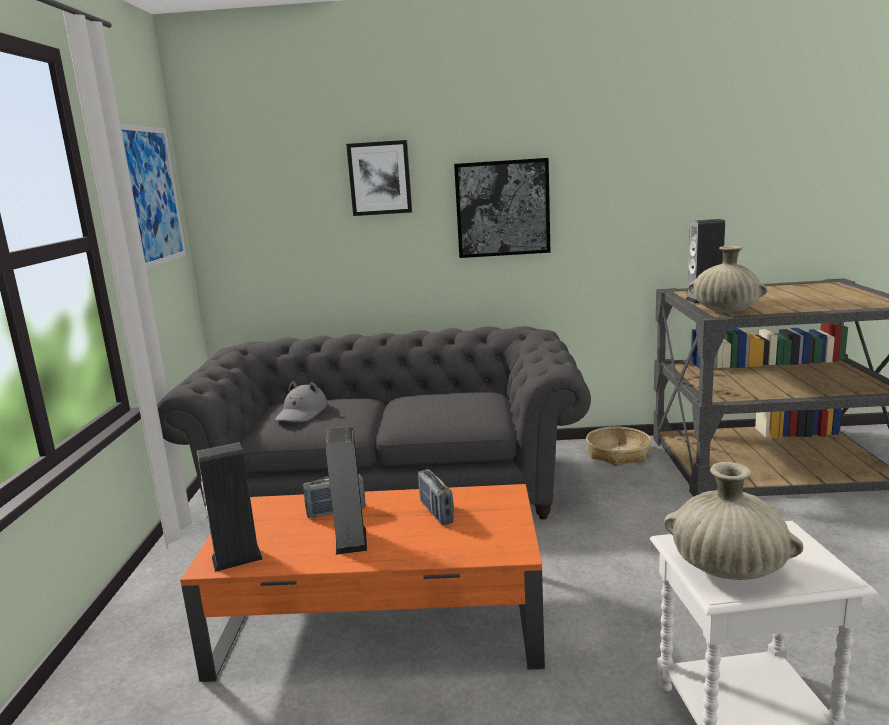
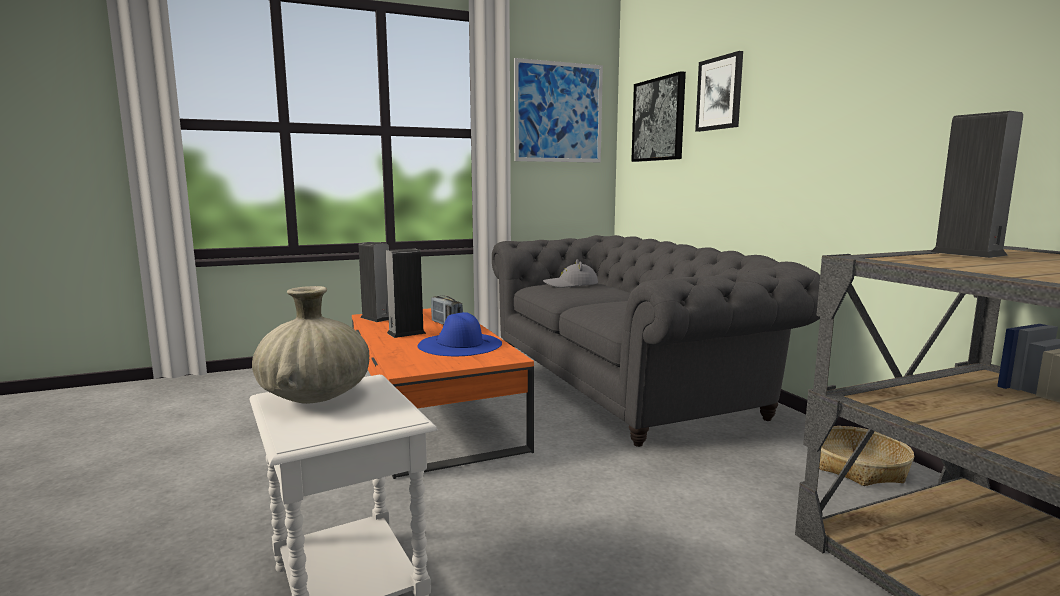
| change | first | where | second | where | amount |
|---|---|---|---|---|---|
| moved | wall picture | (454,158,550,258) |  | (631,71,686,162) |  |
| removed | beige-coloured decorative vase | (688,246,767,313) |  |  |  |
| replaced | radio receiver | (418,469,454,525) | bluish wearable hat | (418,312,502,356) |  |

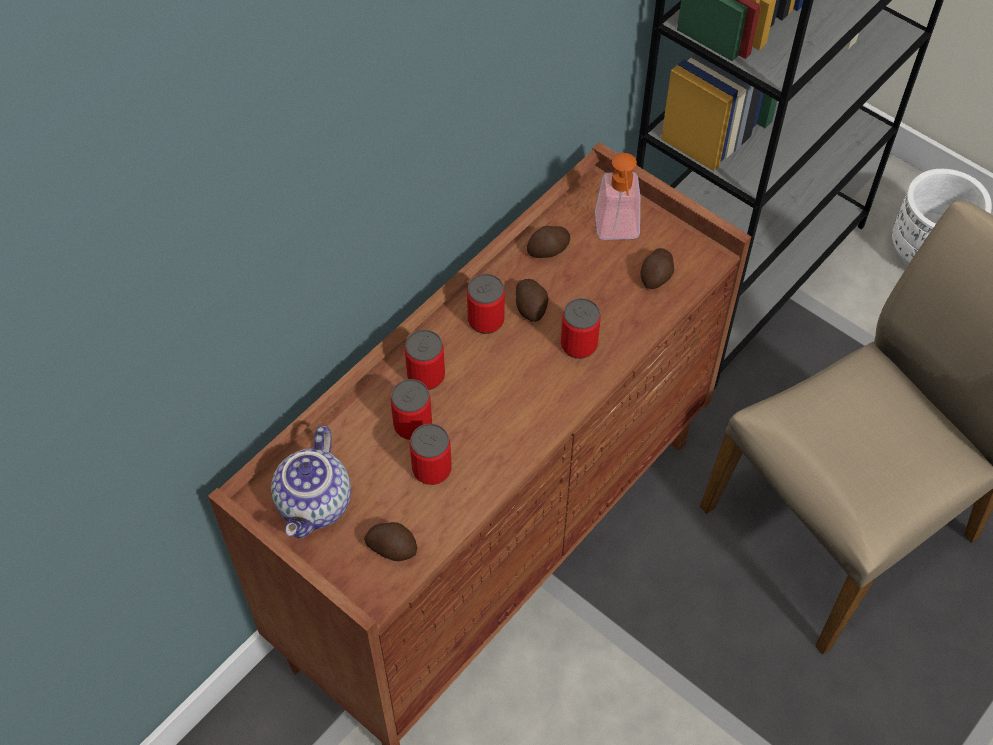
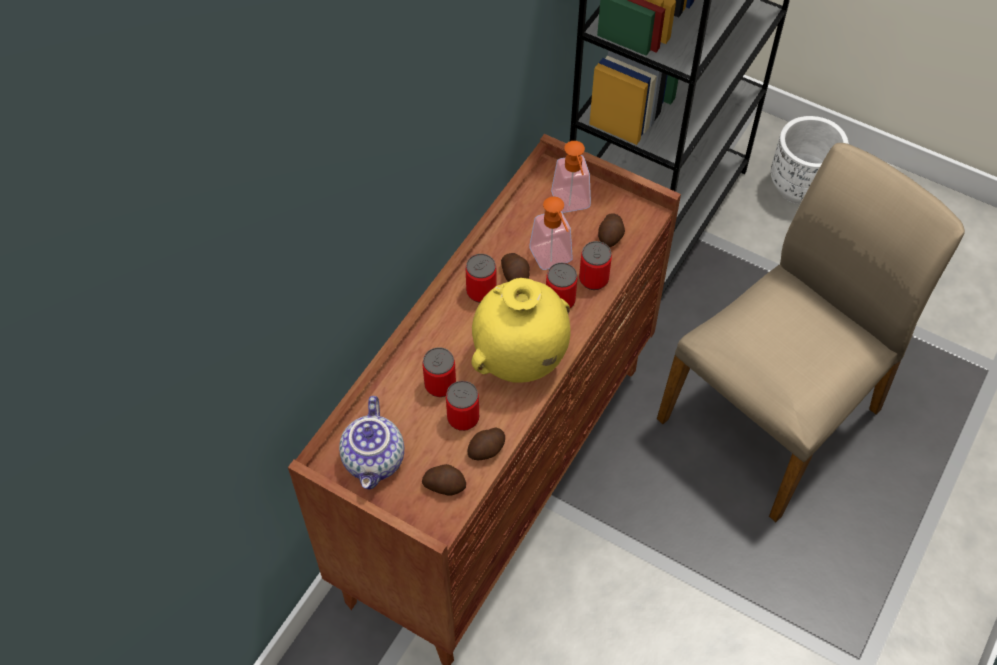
| change | first | where | second | where | amount |
|---|---|---|---|---|---|
| moved | whole potato | (527,226,570,258) |  | (467,427,505,461) |  |
| moved | sealed can | (405,330,445,390) |  | (579,241,612,290) |  |
| added |  |  | soap bottle | (529,196,573,270) |  |
| added |  |  | yellowish decorative vase | (471,278,570,383) |  |

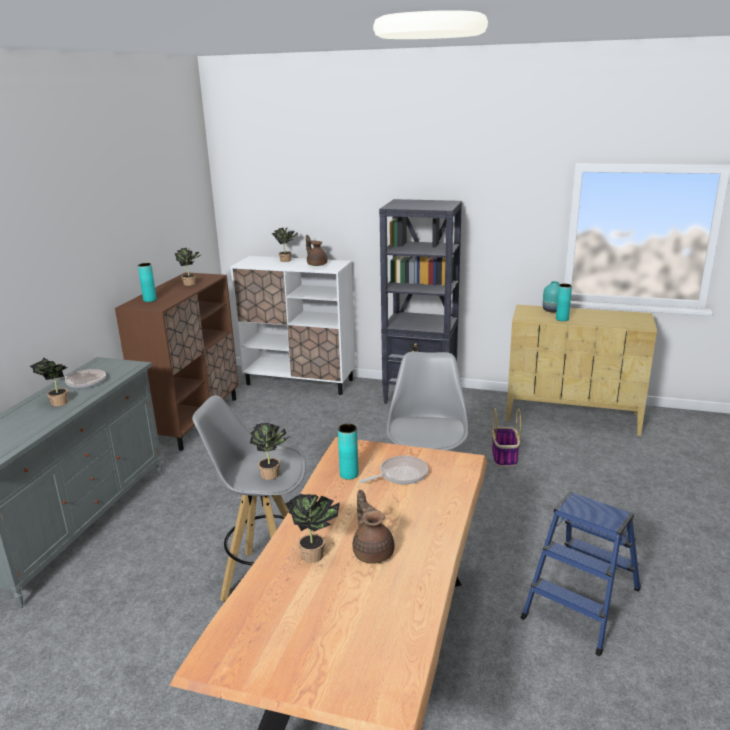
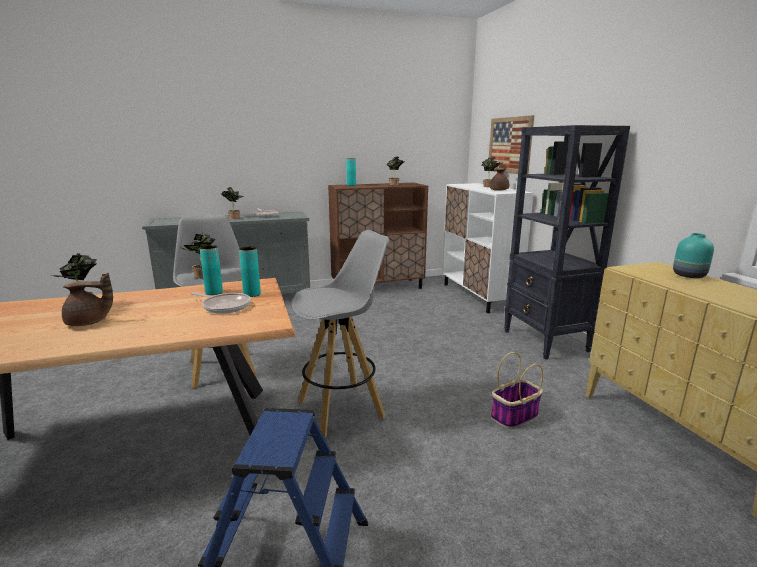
| change | first | where | second | where | amount |
|---|---|---|---|---|---|
| moved | turquoise-coloured decorative vase | (556,284,572,321) |  | (239,246,261,297) |  |
| turned | brown-coloured tea pot | (352,490,395,564) |  | (62,273,113,326) | 45 degrees clockwise |
| added |  |  | wall picture | (489,115,534,174) |  |

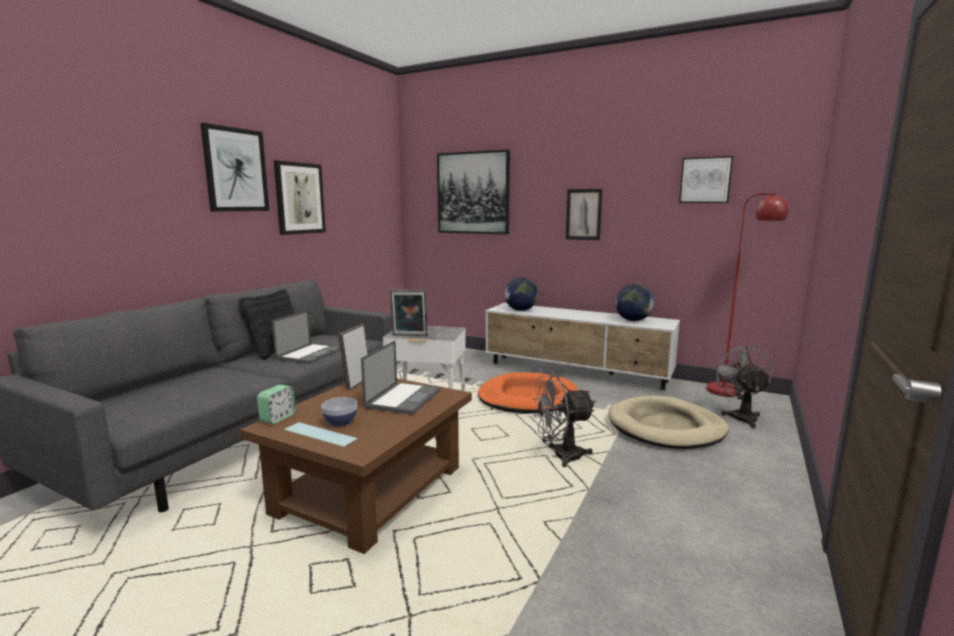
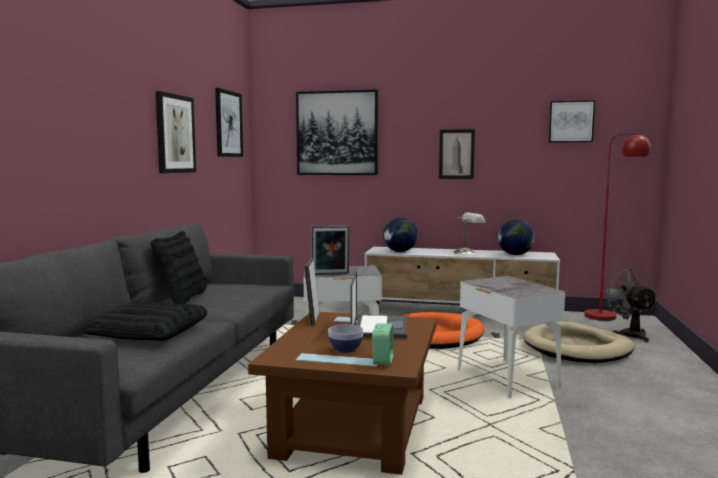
| change | first | where | second | where | amount |
|---|---|---|---|---|---|
| moved | wall picture | (200,123,269,212) |  | (215,88,243,157) |  |
| removed | notebook computer | (272,310,341,364) |  |  |  |
| replaced | greyish fan | (533,375,595,467) | accent table | (458,276,565,398) |  |
| moved | bedside clock | (257,385,296,424) |  | (372,323,394,365) |  |
| added |  |  | white-coloured lamp for a table | (453,213,486,254) |  |
| added |  |  | black-coloured pillow | (81,301,207,341) |  |

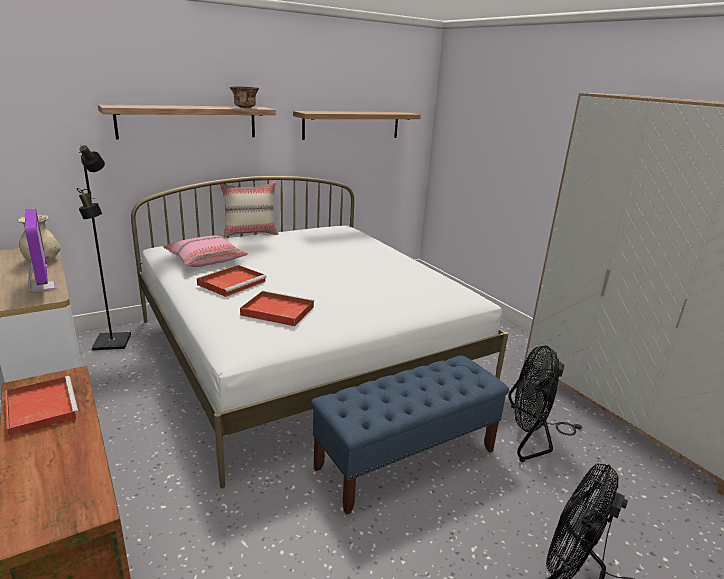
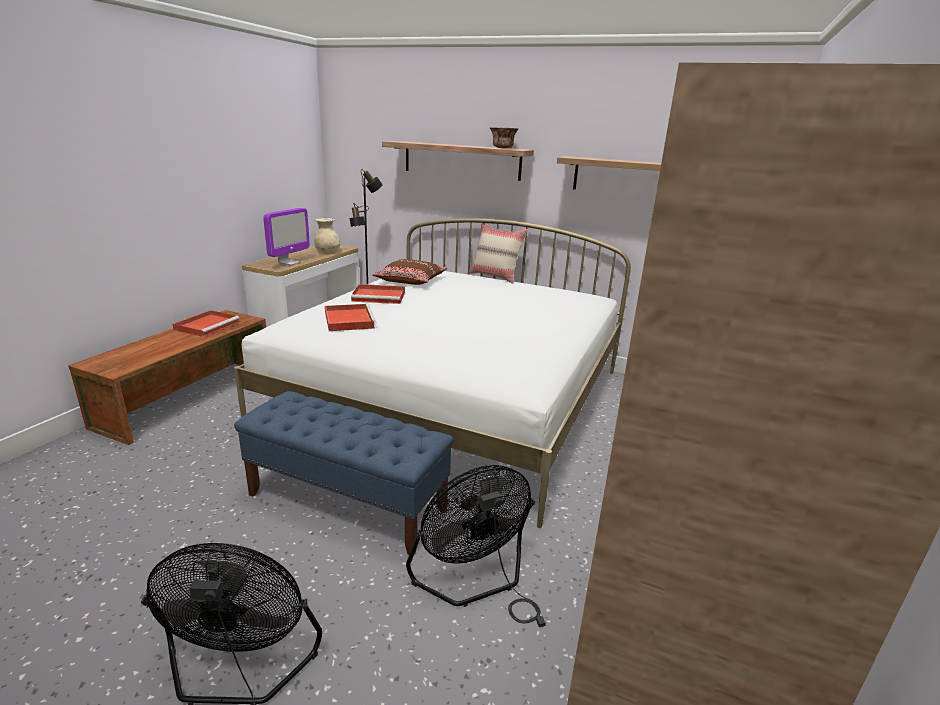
| change | first | where | second | where | amount |
|---|---|---|---|---|---|
| recoloured | pinkish pillow | (163,235,248,267) | brown-coloured pillow | (372,259,447,285) |  |

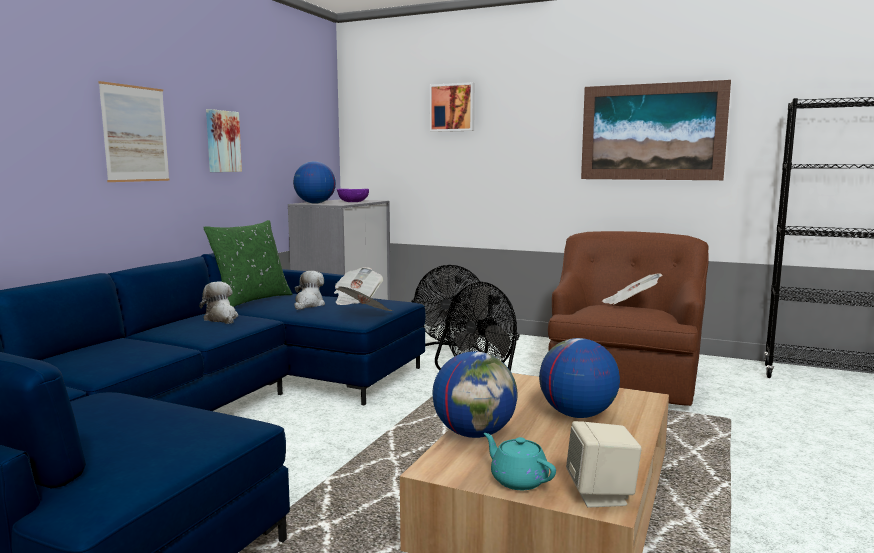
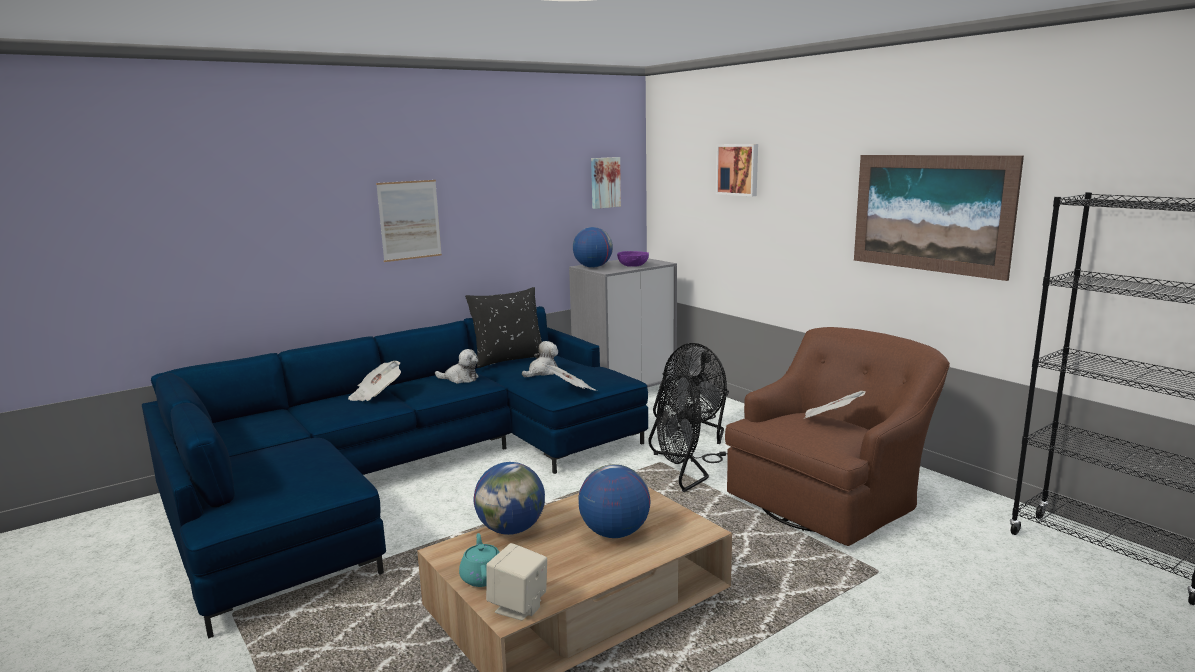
| change | first | where | second | where | amount |
|---|---|---|---|---|---|
| moved | wall picture | (206,109,242,172) |  | (591,157,621,209) |  |
| recoloured | green-coloured pillow | (203,220,292,307) | black-coloured pillow | (465,287,542,368) |  |
| moved | newspaper | (334,267,383,305) |  | (348,361,401,401) |  |
| turned | cuddly toy | (199,281,238,324) |  | (435,349,479,384) | 105 degrees clockwise |

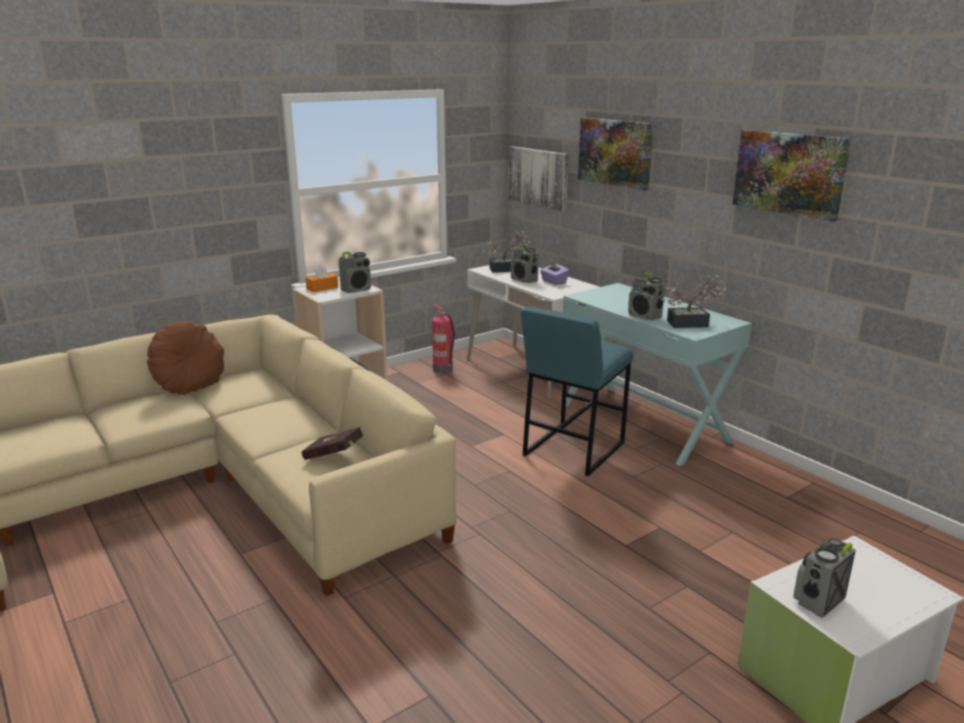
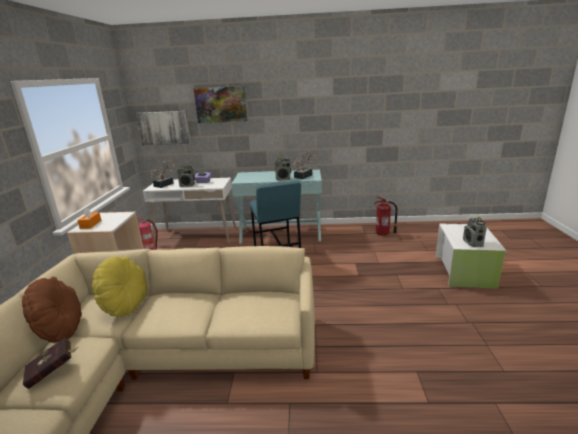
| change | first | where | second | where | amount |
|---|---|---|---|---|---|
| removed | wall picture | (733,130,851,222) |  |  |  |
| removed | radio receiver | (339,252,371,293) |  |  |  |
| moved | red-coloured volume | (302,427,363,460) |  | (23,337,77,389) |  |
| added |  |  | extinguisher | (374,196,397,235) |  |
| added |  |  | yellowish pillow | (92,256,147,317) |  |

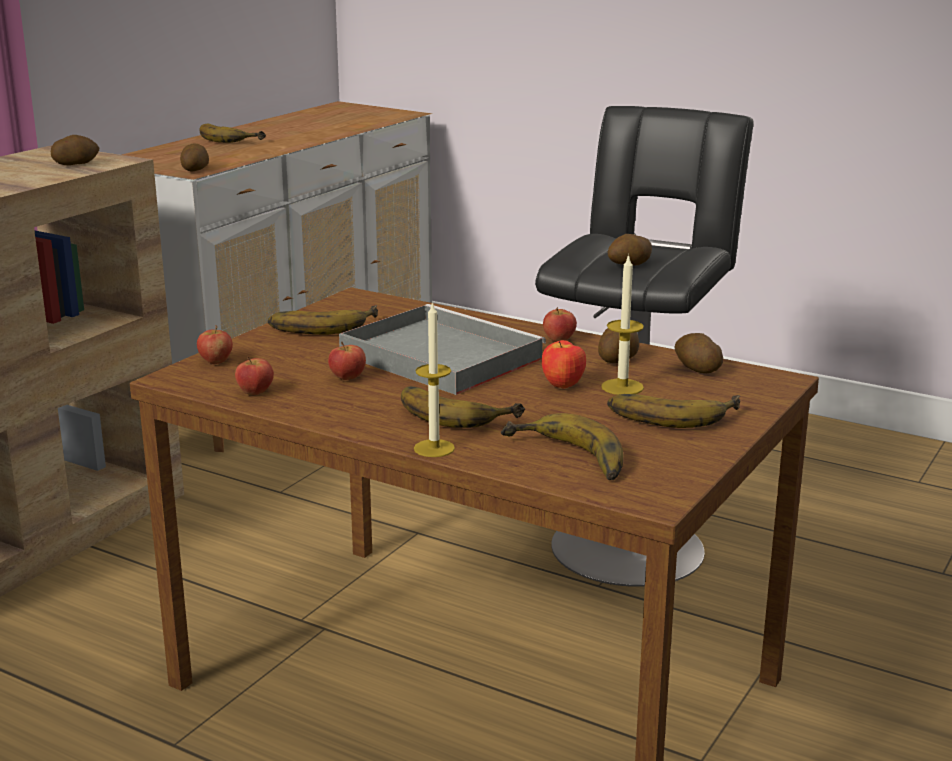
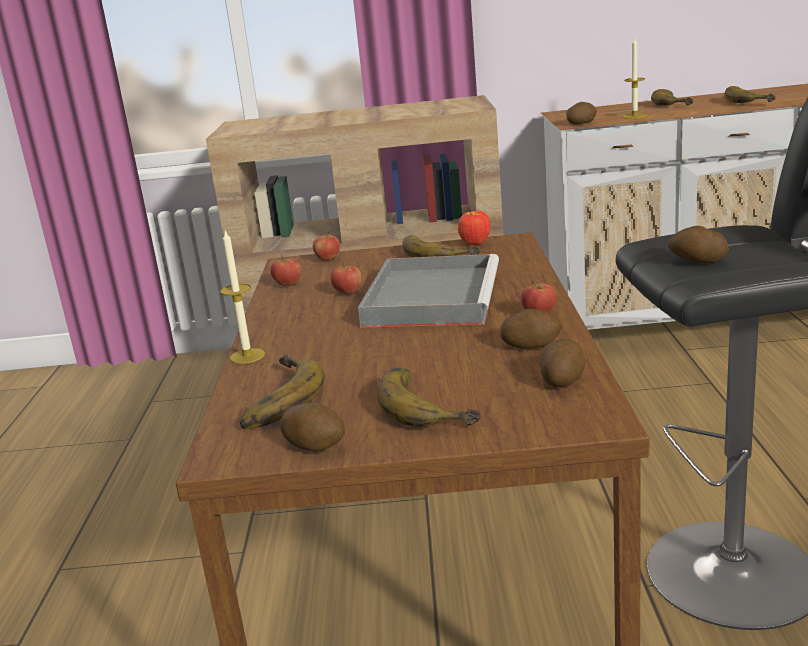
| change | first | where | second | where | amount |
|---|---|---|---|---|---|
| moved | whole potato | (51,135,99,165) |  | (280,402,345,452) |  |
| moved | wax candle | (601,254,644,395) |  | (623,37,647,119) |  |
| moved | apple | (542,340,586,389) |  | (458,209,491,245) |  |
| moved | banana | (401,386,525,428) |  | (724,86,776,103) |  |

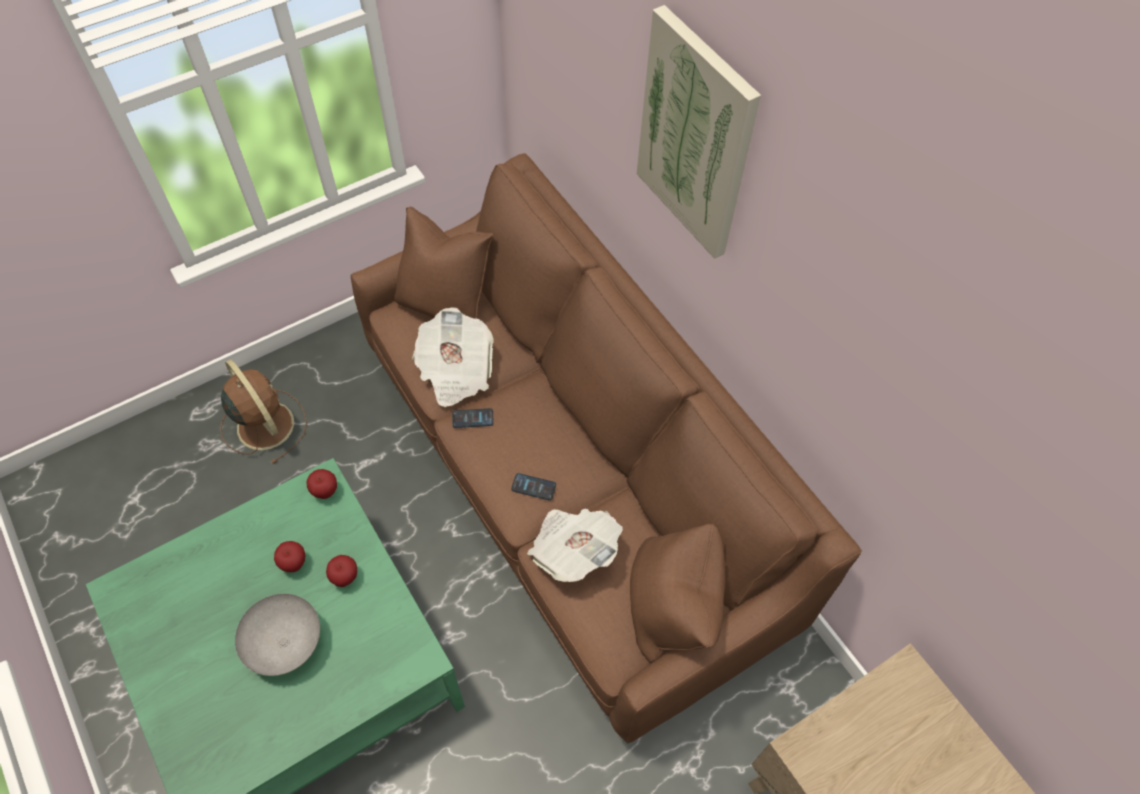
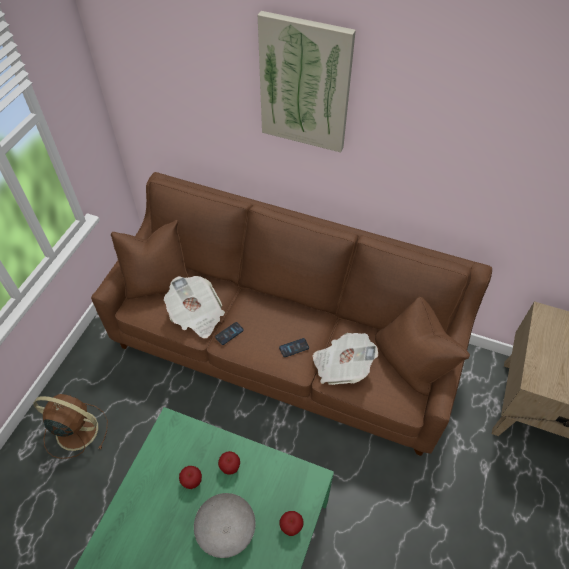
| change | first | where | second | where | amount |
|---|---|---|---|---|---|
| moved | apple | (307,469,337,499) |  | (280,511,304,536) |  |

